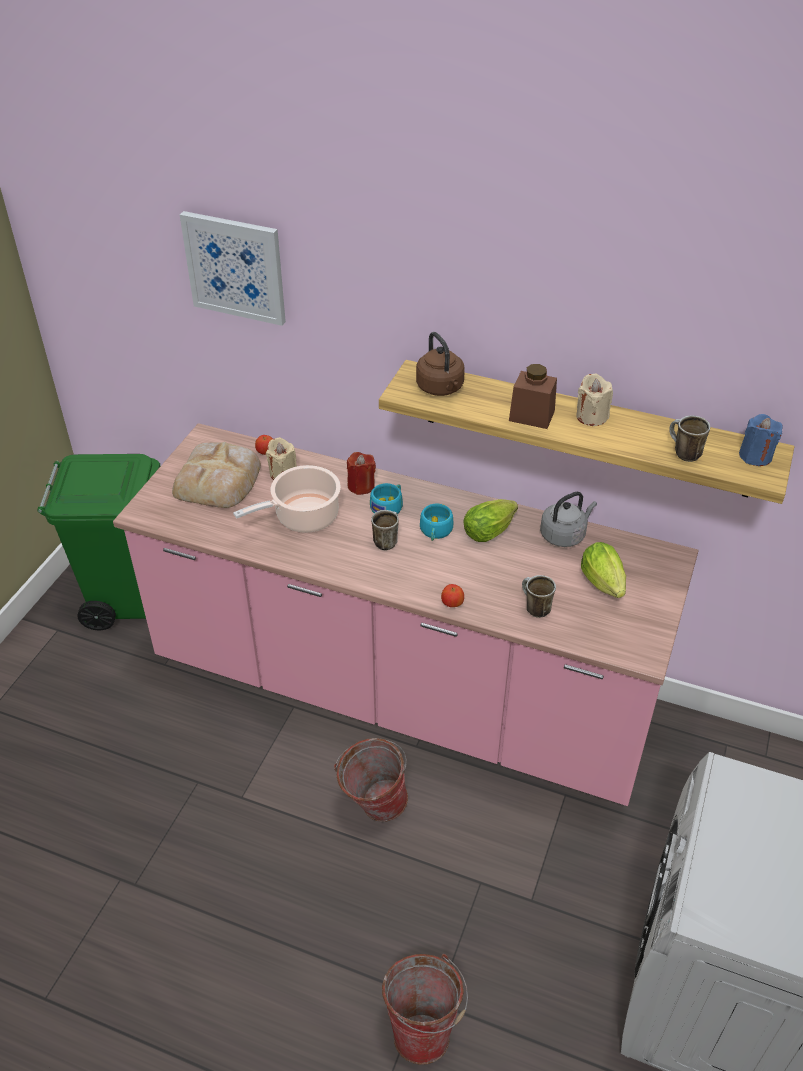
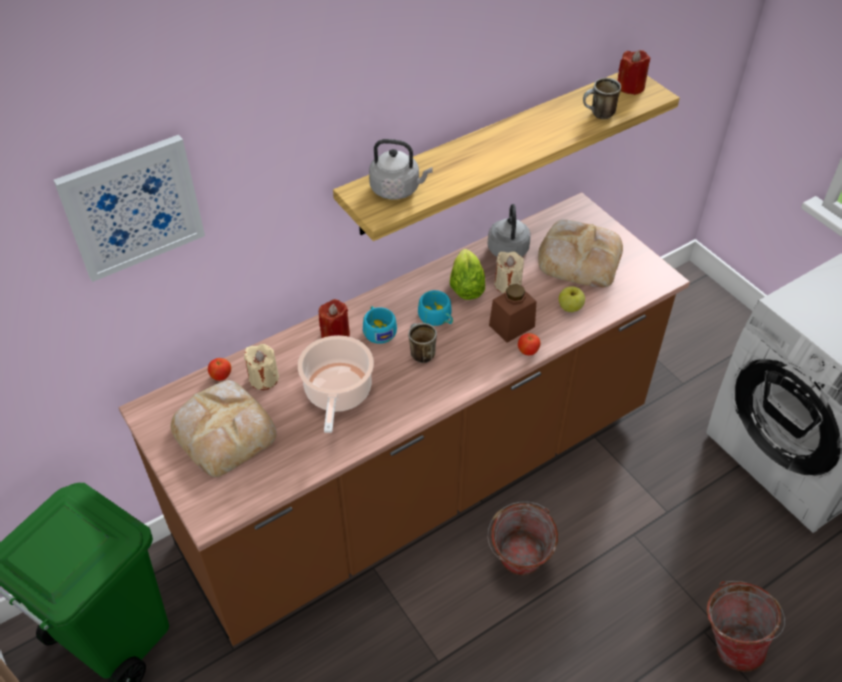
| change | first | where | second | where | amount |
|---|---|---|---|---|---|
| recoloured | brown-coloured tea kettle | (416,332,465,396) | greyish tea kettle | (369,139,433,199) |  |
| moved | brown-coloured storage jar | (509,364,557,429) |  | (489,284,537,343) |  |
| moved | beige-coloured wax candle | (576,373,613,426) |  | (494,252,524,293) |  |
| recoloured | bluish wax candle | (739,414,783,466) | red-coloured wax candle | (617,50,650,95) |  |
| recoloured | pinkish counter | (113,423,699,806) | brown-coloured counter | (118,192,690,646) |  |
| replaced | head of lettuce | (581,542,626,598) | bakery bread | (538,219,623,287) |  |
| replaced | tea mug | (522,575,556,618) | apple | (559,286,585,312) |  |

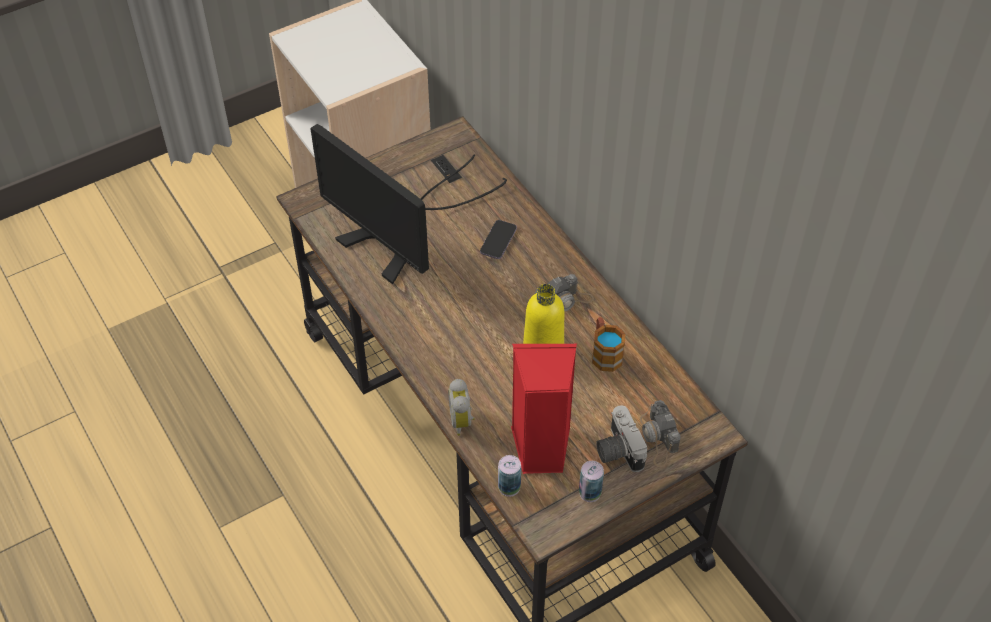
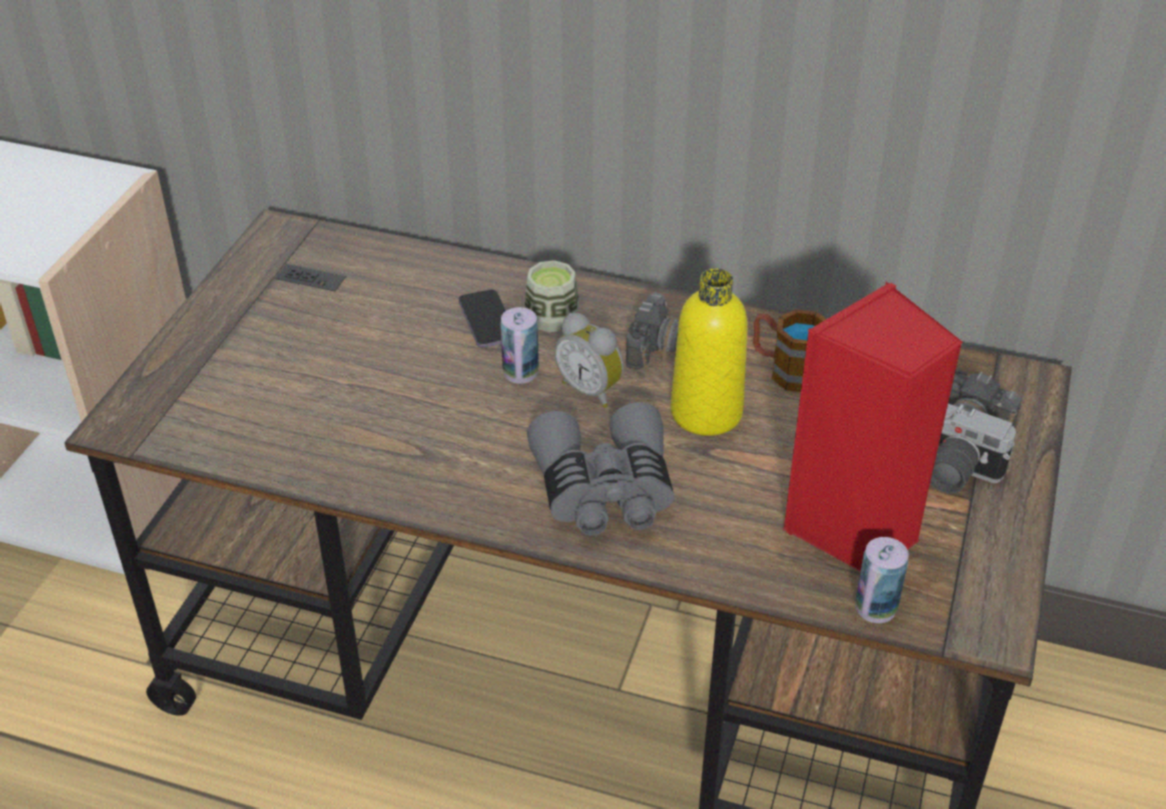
| change | first | where | second | where | amount |
|---|---|---|---|---|---|
| removed | computer screen | (310,124,507,284) |  |  |  |
| moved | bedside clock | (448,379,475,436) |  | (554,313,624,408) |  |
| moved | sealed can | (579,461,604,502) |  | (500,307,539,384) |  |
| added |  |  | drinking cup | (525,260,579,332) |  |
| added |  |  | greyish field glasses | (527,402,674,536) |  |

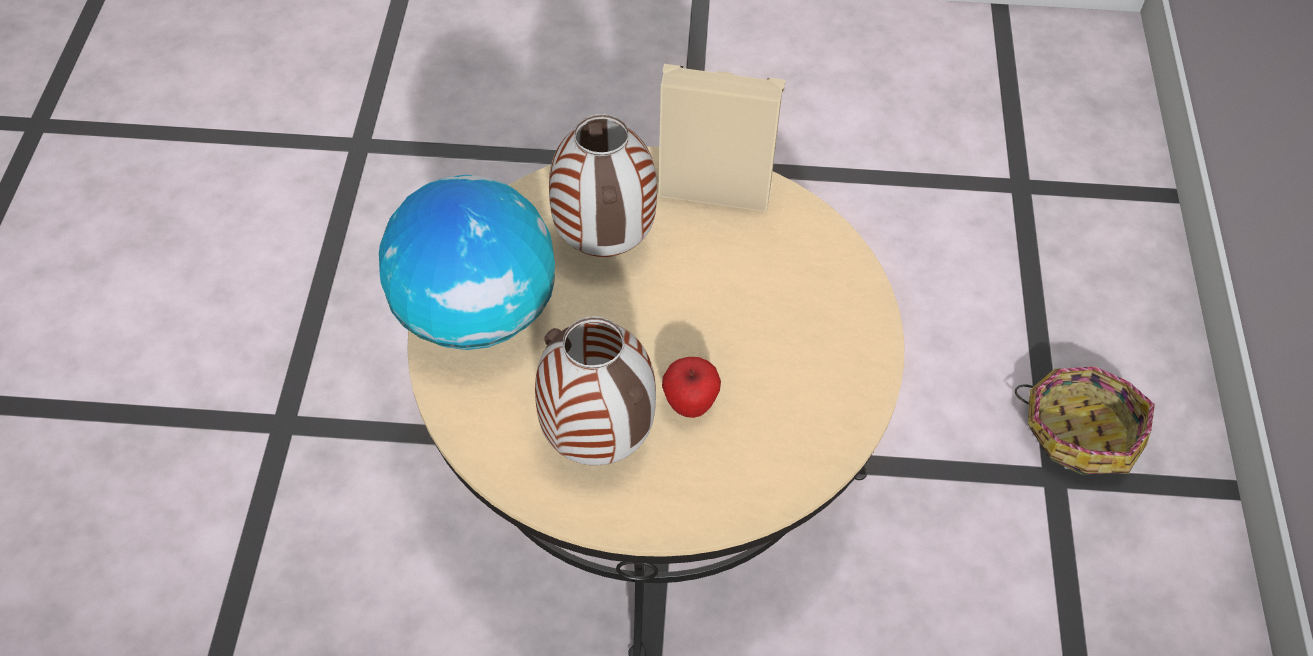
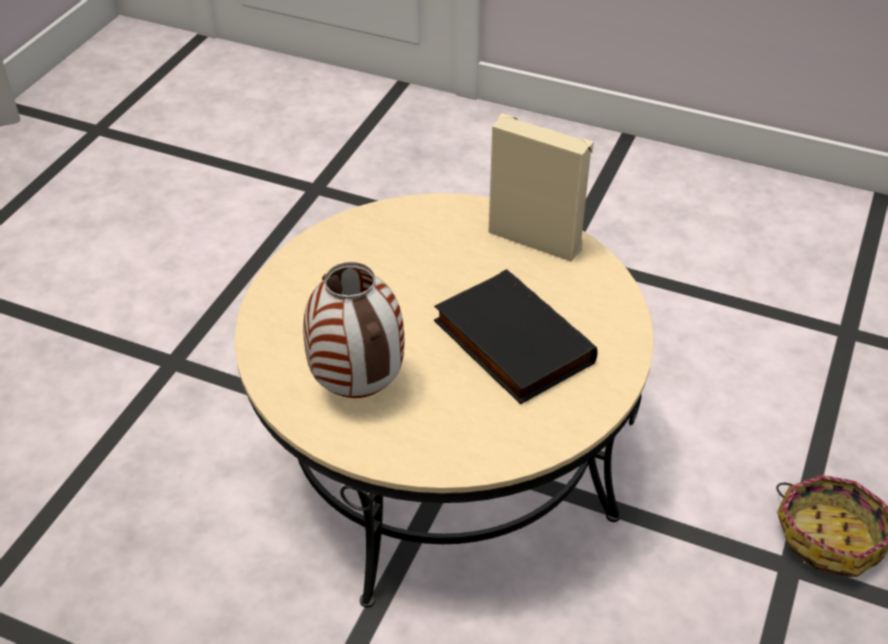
| change | first | where | second | where | amount |
|---|---|---|---|---|---|
| removed | decorative vase | (549,114,657,257) |  |  |  |
| removed | globe | (379,175,555,350) |  |  |  |
| removed | apple | (662,357,721,418) |  |  |  |
| added |  |  | black-coloured volume | (434,269,598,404) |  |

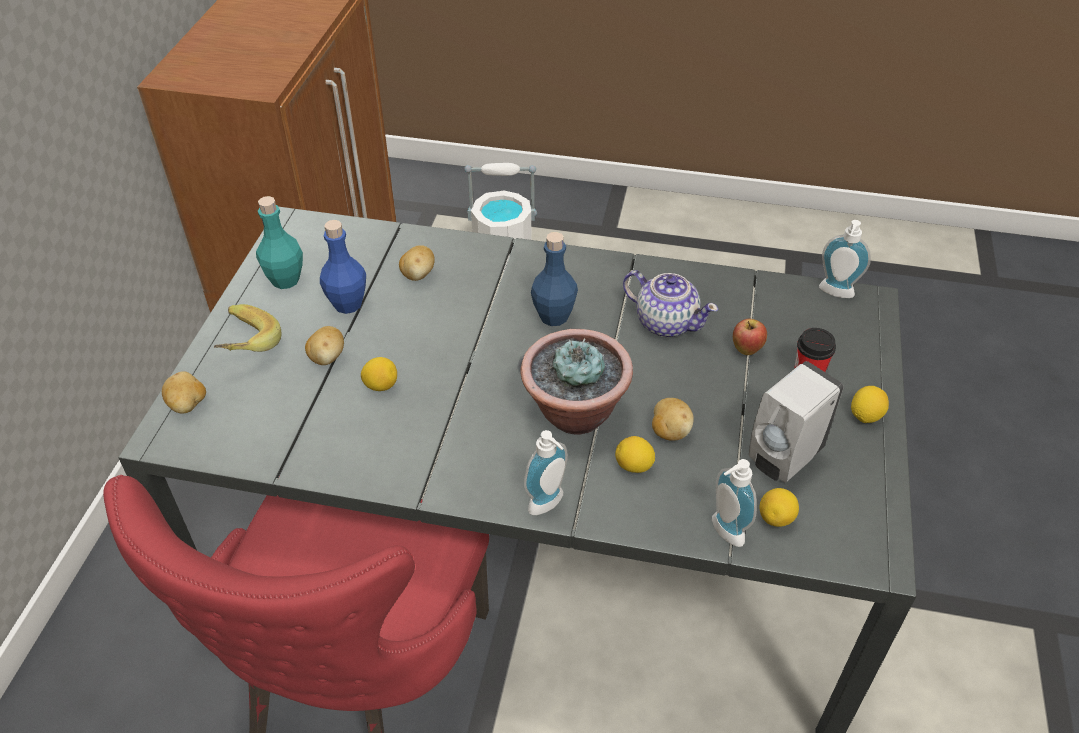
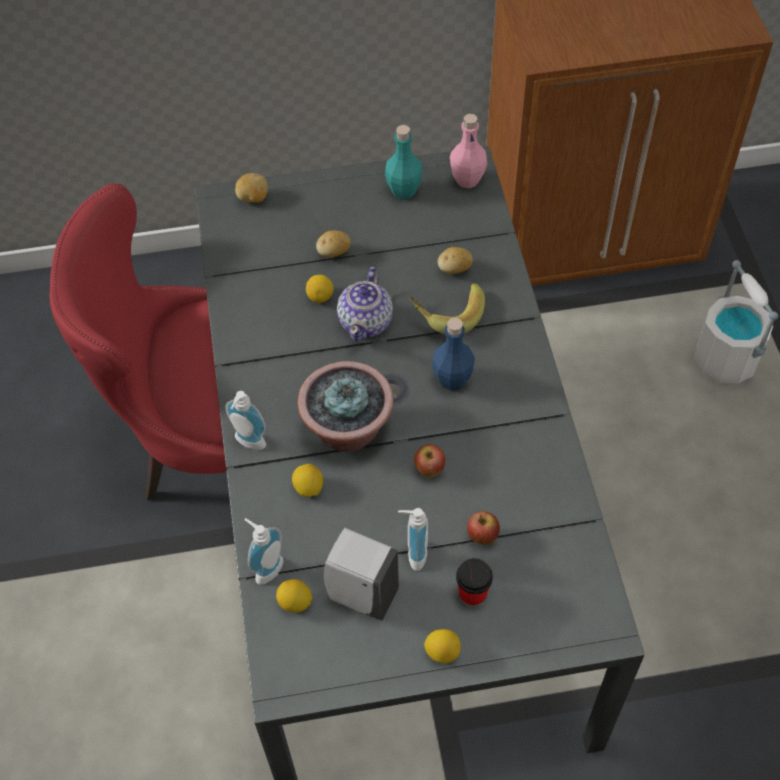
| change | first | where | second | where | amount |
|---|---|---|---|---|---|
| removed | bluish bottle | (320,220,366,314) |  |  |  |
| moved | soap bottle | (819,220,871,298) |  | (398,508,428,571) |  |
| moved | tea pot | (623,270,718,337) |  | (337,267,393,342) |  |
| moved | banana | (214,304,281,352) |  | (409,283,485,334) |  |
| removed | whole potato | (652,398,694,441) |  |  |  |
| added |  |  | pinkish bottle | (450,114,487,188) |  |
| added |  |  | apple | (414,444,446,477) |  |

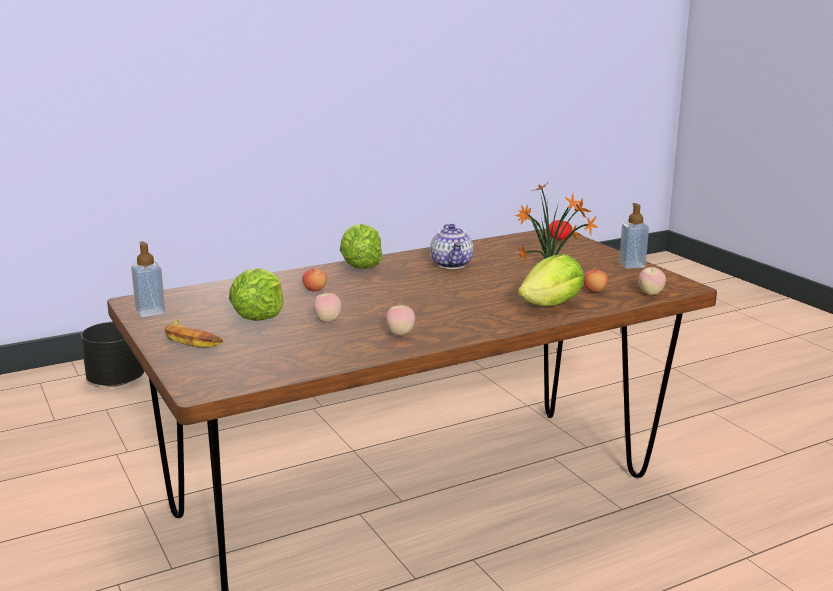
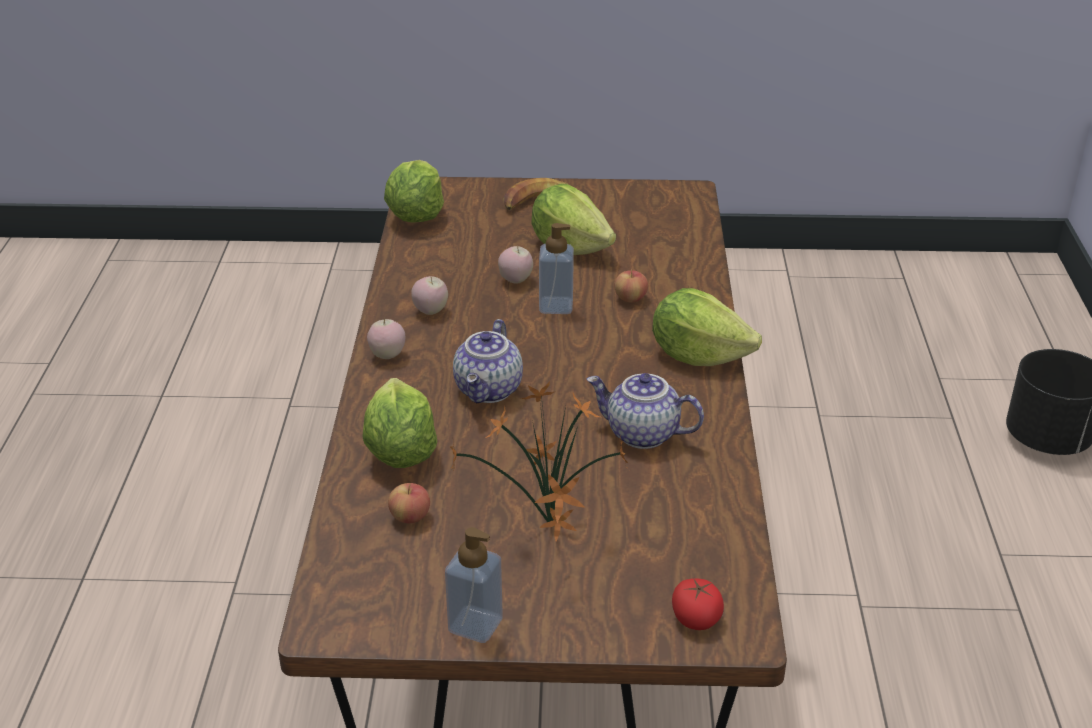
| change | first | where | second | where | amount |
|---|---|---|---|---|---|
| moved | soap bottle | (131,241,166,317) |  | (539,223,574,314) |  |
| moved | apple | (639,265,666,295) |  | (367,318,405,359) |  |
| added |  |  | head of lettuce | (384,160,444,222) |  |
| added |  |  | tea pot | (453,319,523,403) |  |

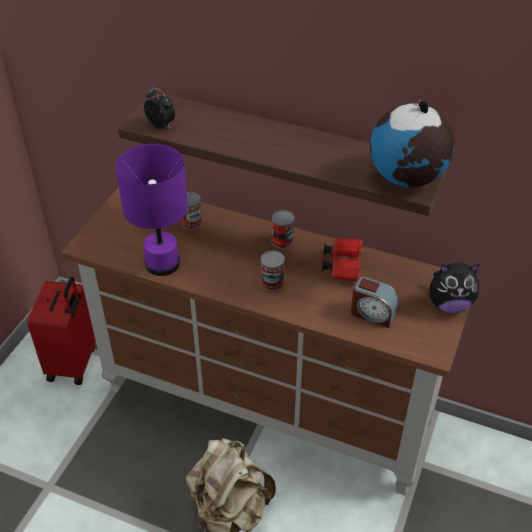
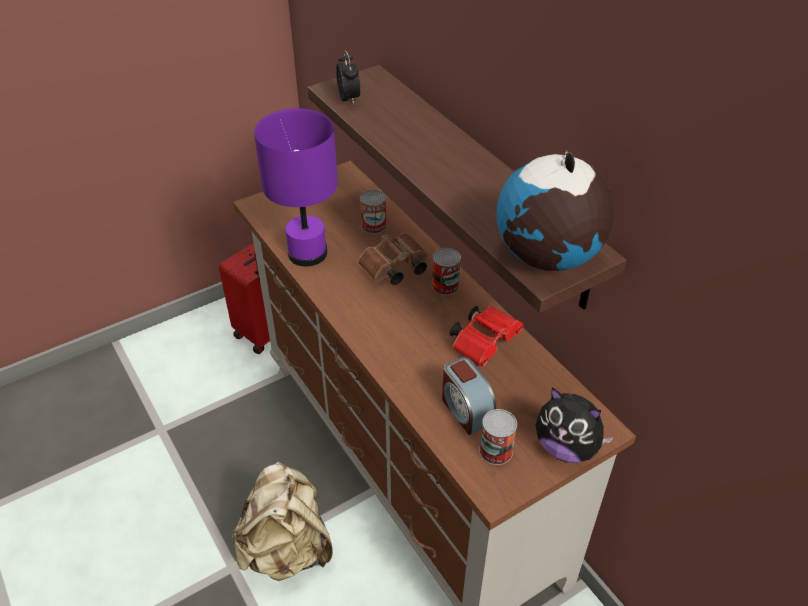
| change | first | where | second | where | amount |
|---|---|---|---|---|---|
| moved | sealed can | (261,251,285,291) |  | (479,409,517,465) |  |
| added |  |  | brown-coloured field glasses | (358,233,429,285) |  |

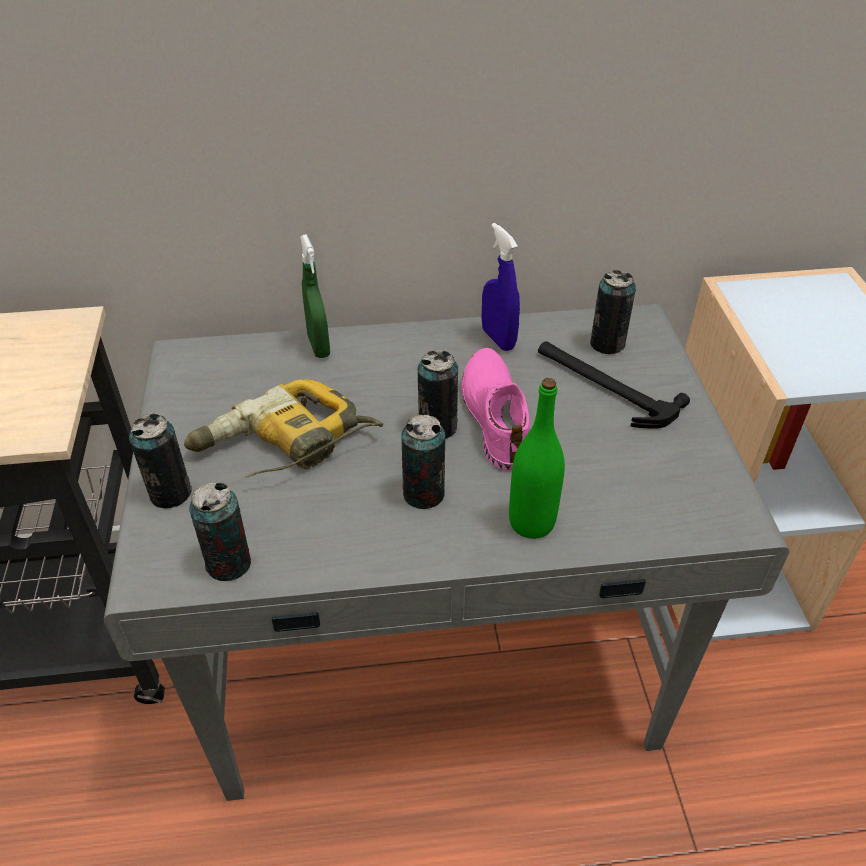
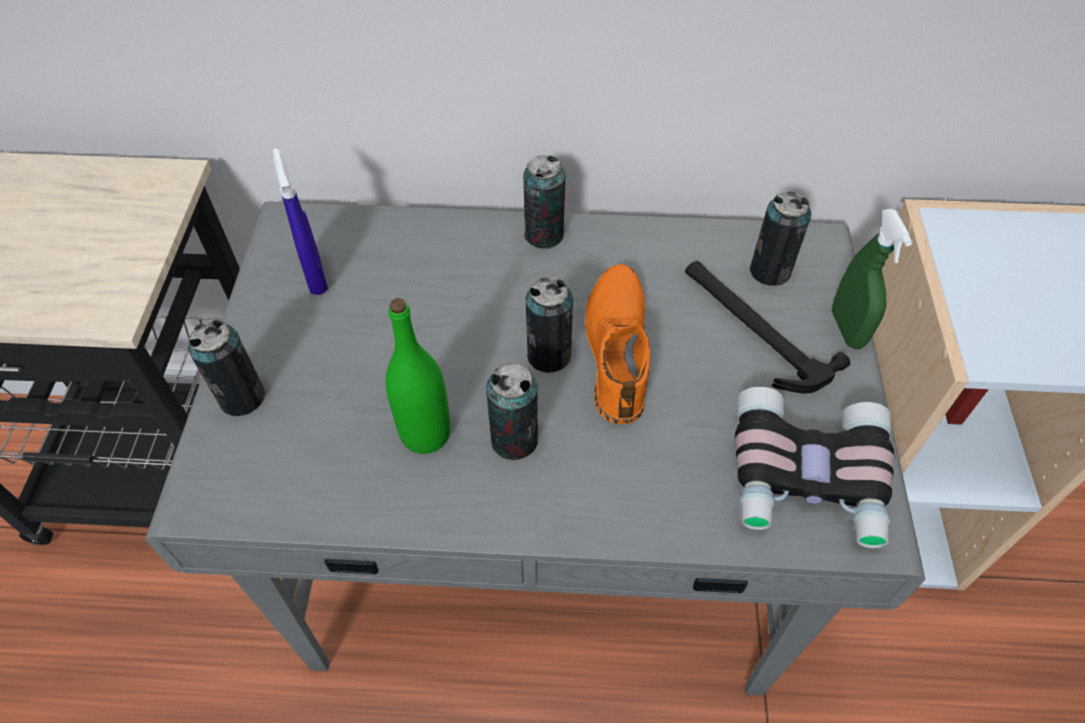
| change | first | where | second | where | amount |
|---|---|---|---|---|---|
| moved | bluish hand sprayer | (482,223,520,351) |  | (273,148,328,295) |  |
| moved | green-coloured hand sprayer | (300,234,330,358) |  | (832,209,912,349) |  |
| recoloured | pinkish shoe | (461,348,530,471) | orange shoe | (585,264,650,424) |  |
| moved | green-coloured bottle | (509,378,565,539) |  | (386,298,450,454) |  |
| removed | electric drill | (184,379,383,478) |  |  |  |
| moved | sealed can | (189,482,251,581) |  | (523,155,566,248) |  |
| added |  |  | field glasses | (735,387,895,548) |  |

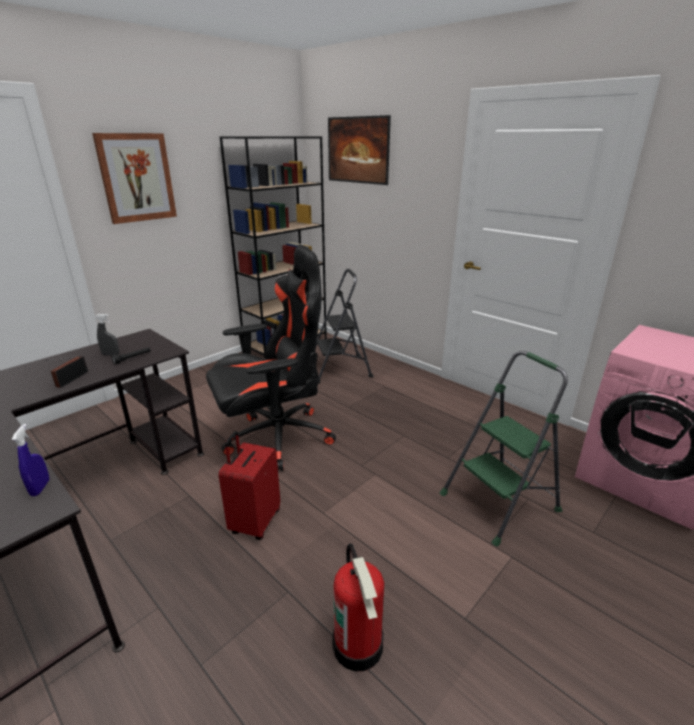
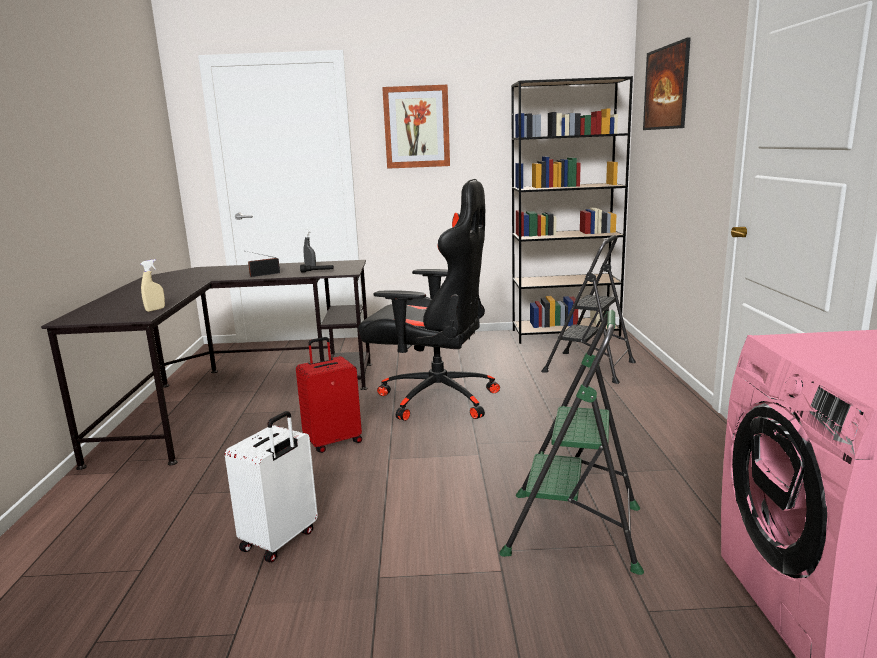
| change | first | where | second | where | amount |
|---|---|---|---|---|---|
| recoloured | bluish hand sprayer | (12,424,49,496) | beige-coloured hand sprayer | (141,259,165,312) |  |
| replaced | extinguisher | (332,544,384,672) | white-coloured piece of luggage | (225,411,318,563) |  |

